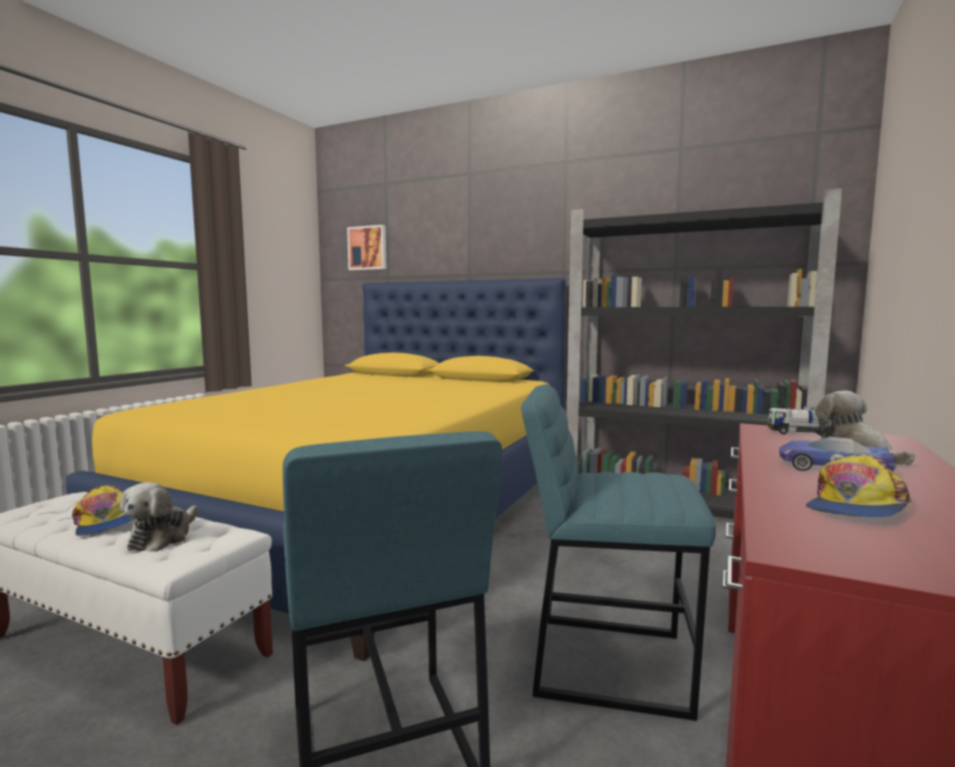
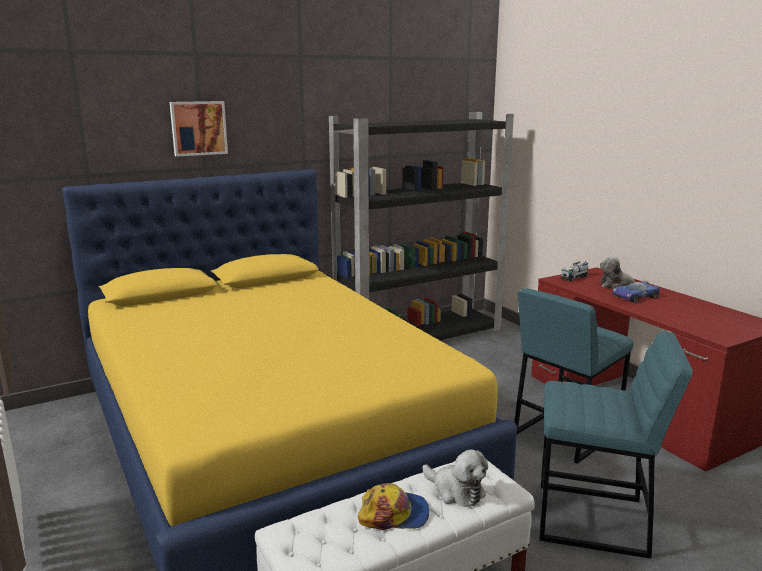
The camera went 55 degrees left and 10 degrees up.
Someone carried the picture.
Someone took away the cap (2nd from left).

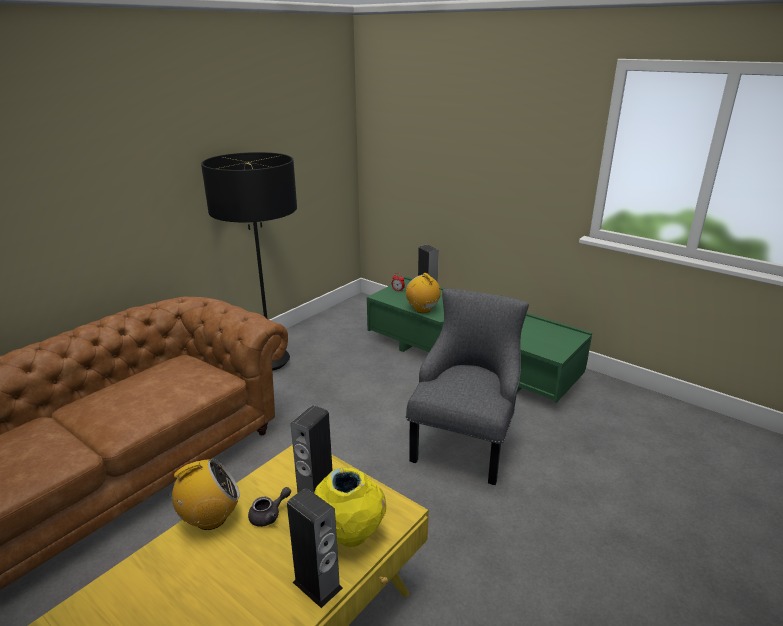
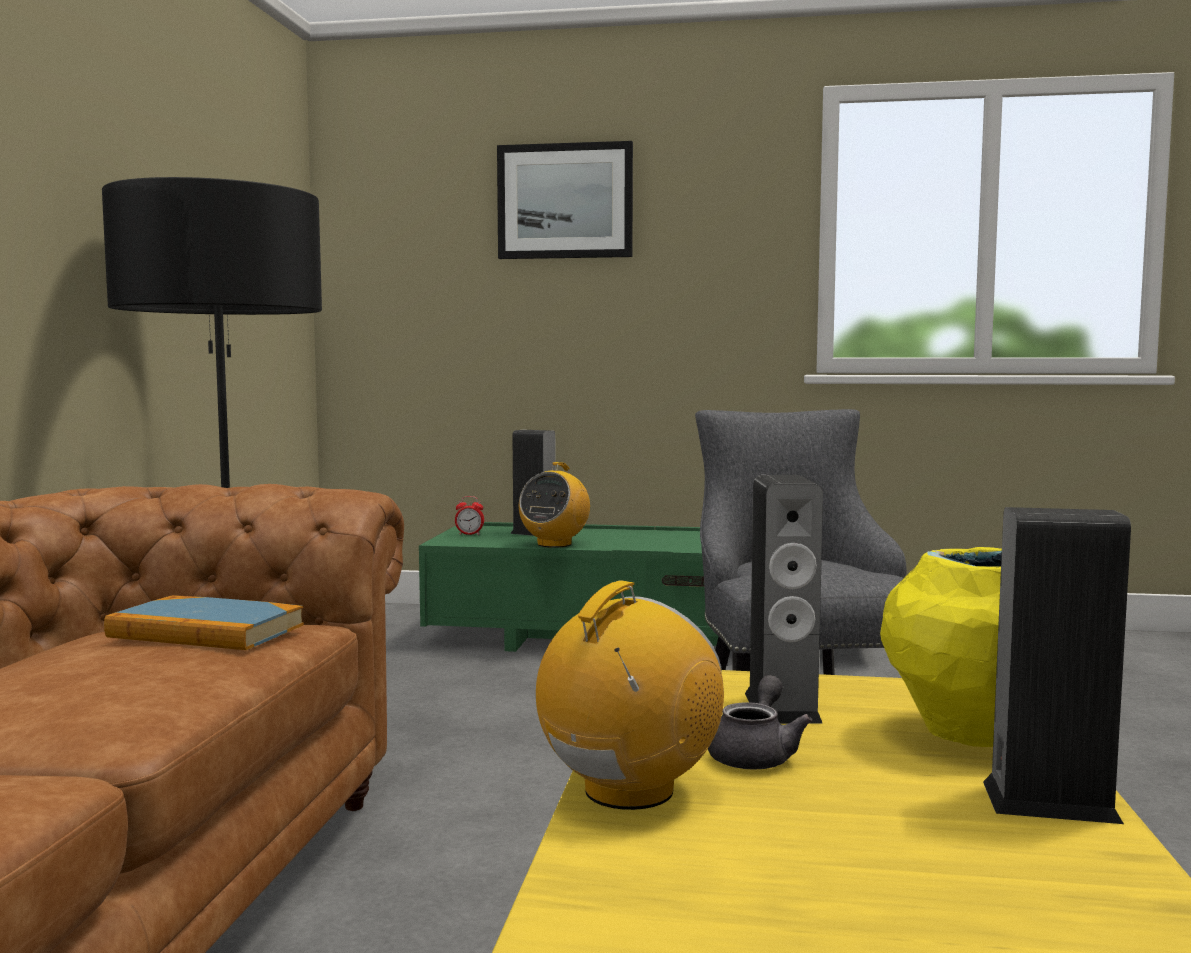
The camera went 30 degrees left and 20 degrees down.
Someone rotated the radio (2nd from left in the first image) by 90 degrees counterclockwise.
Someone put down the book.
Someone put up the picture.

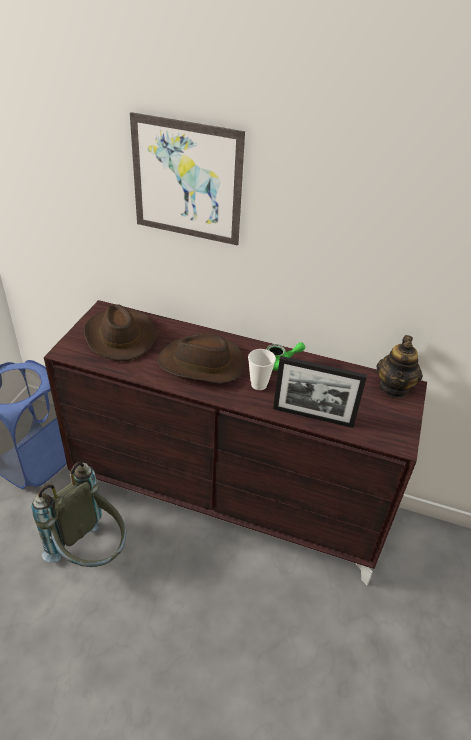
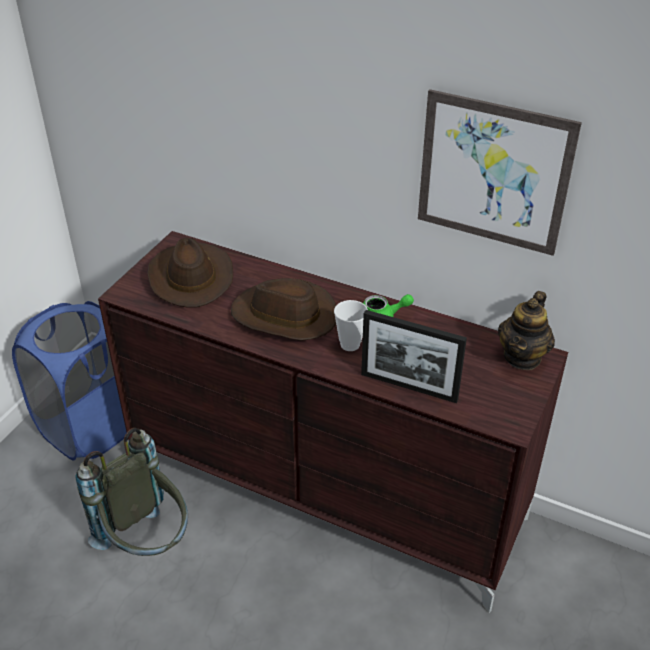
The camera went 10 degrees right and 0 degrees up.
Someone carried the picture.

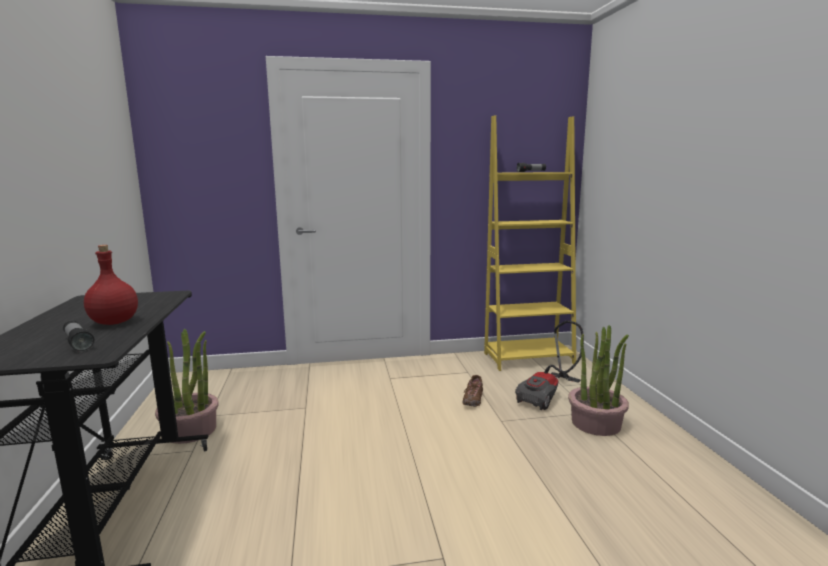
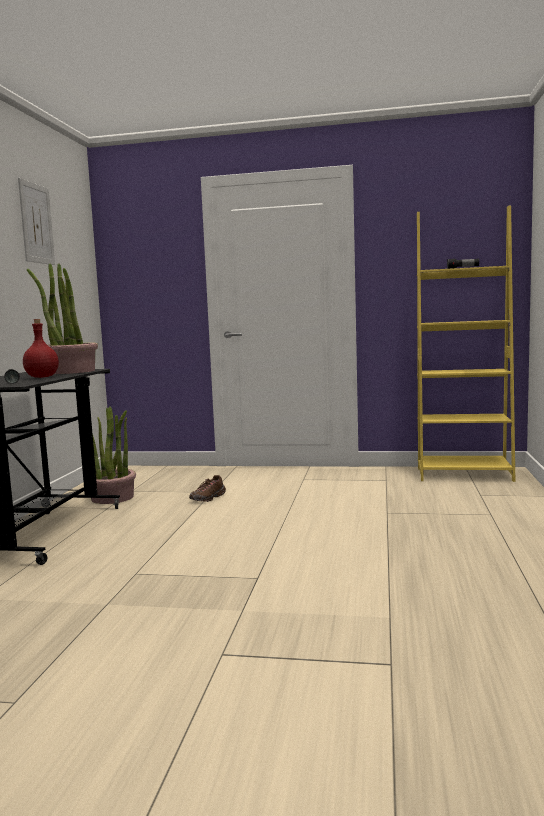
The camera went 20 degrees right and 5 degrees down.
Someone carried the shoe in brown.
Someone took away the vacuum cleaner.
Someone carried the potted plant (2nd from left in the first image).
Someone put up the picture.

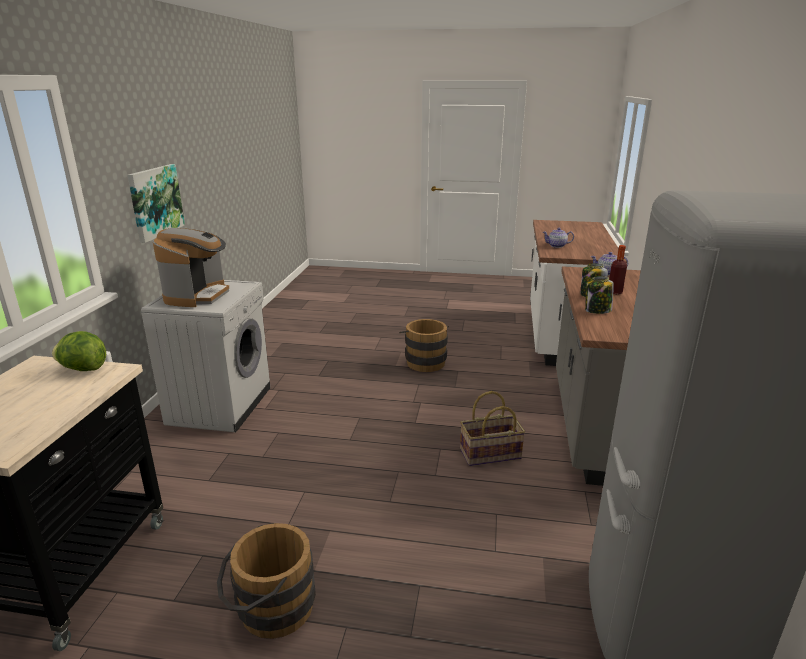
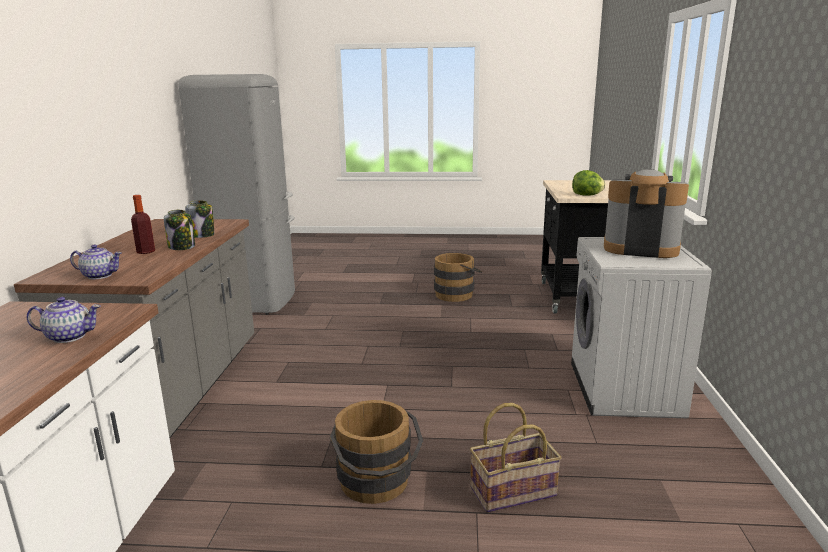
The camera went 175 degrees right and 5 degrees down.
Someone took away the picture.
Someone rotated the coffee machine by 105 degrees clockwise.
Someone carried the basket.

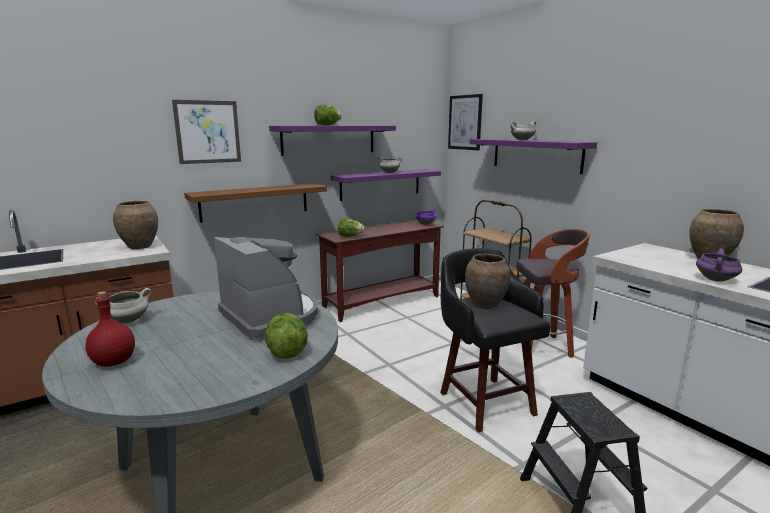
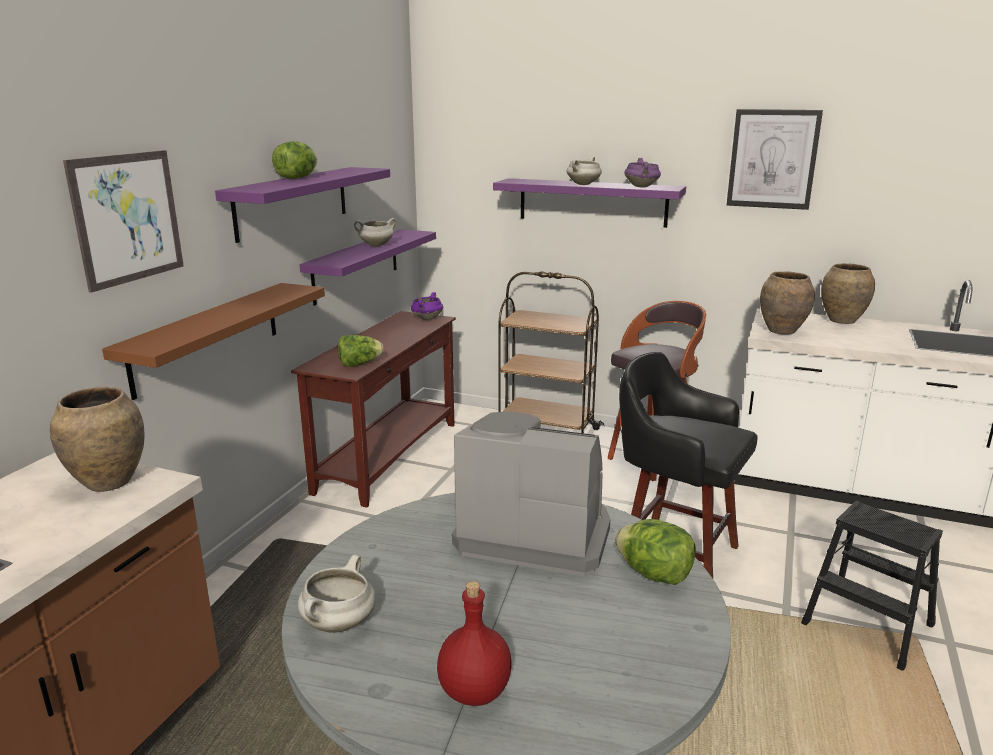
The camera went 35 degrees left and 5 degrees up.
Someone carried the picture (2nd from left).
Someone carried the vase in brown (2nd from left).
Someone carried the cooking pot in purple (2nd from left).

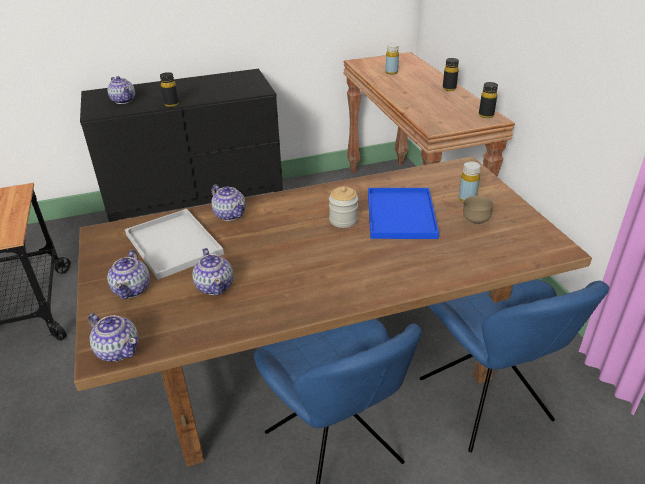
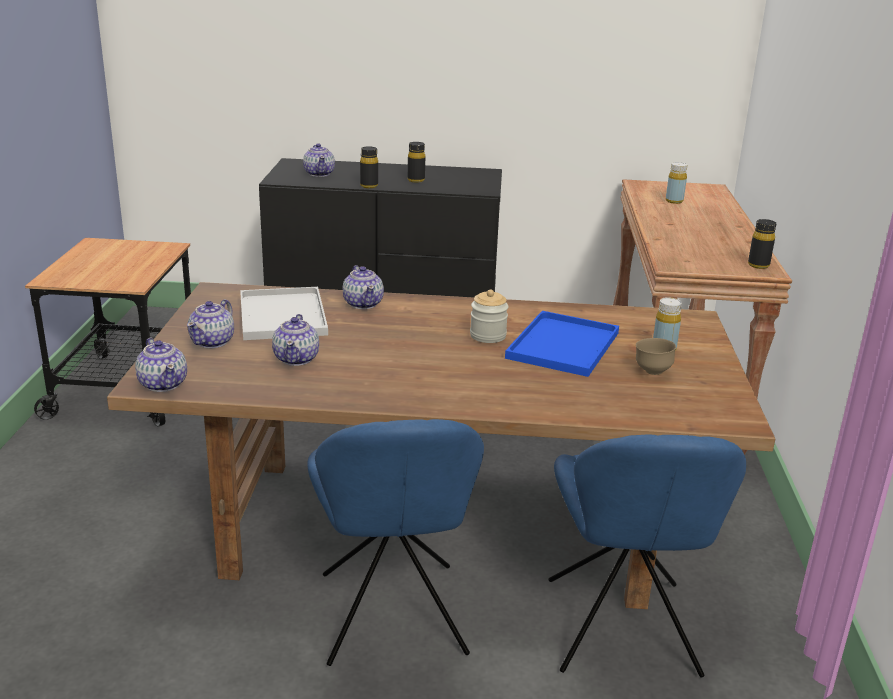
The camera went 20 degrees right and 10 degrees down.
Someone carried the bottle in black (2nd from left).

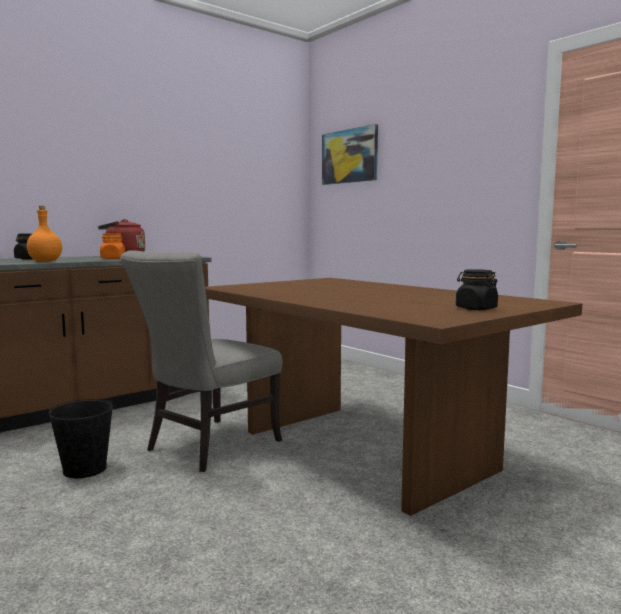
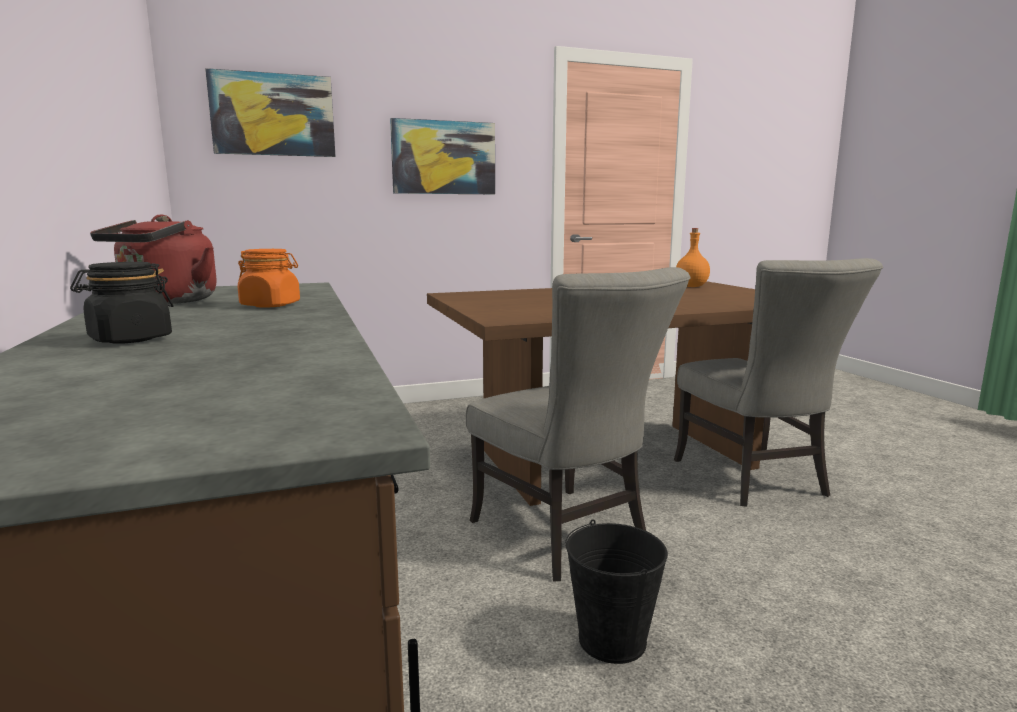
The camera went 70 degrees left and 5 degrees up.
Someone carried the bottle in orange.
Someone took away the jar in black (2nd from left).
Someone put up the picture (2nd from left).
Someone put down the chair in grey (2nd from left).

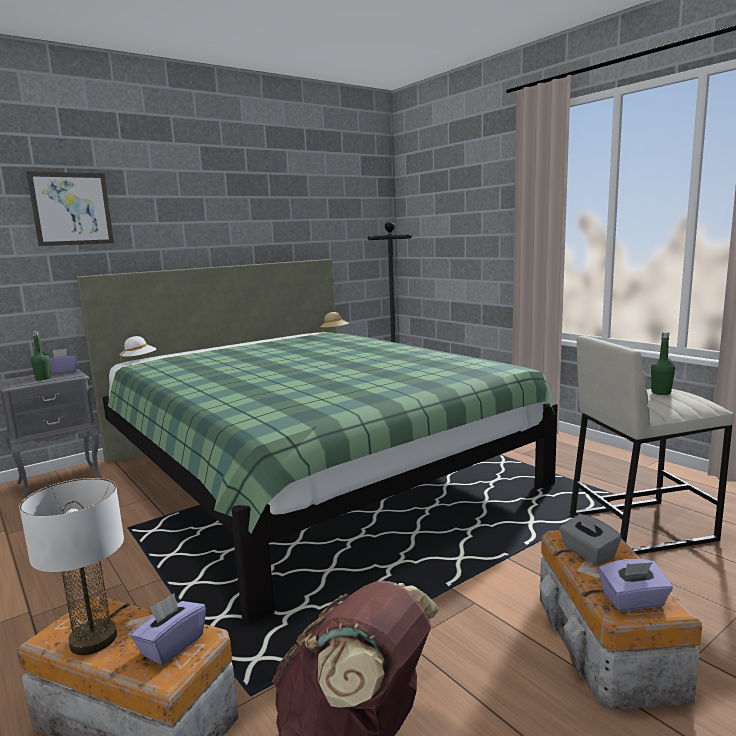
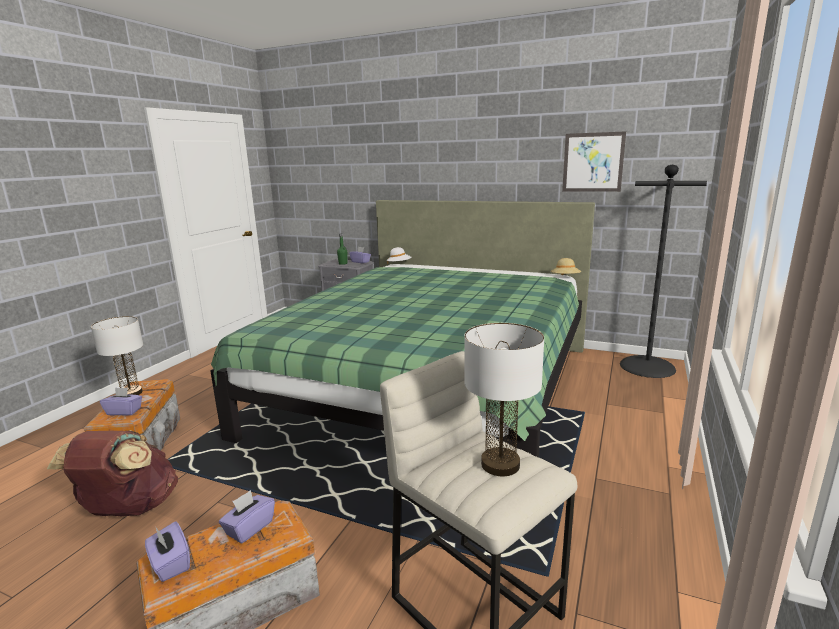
The camera went 60 degrees right and 5 degrees up.
Someone carried the picture.
Someone repainted the tissue box in grey, which became the tissue box in purple (3rd from left).
Someone swapped the bottle in green (2nd from left) for the table lamp (2nd from left).

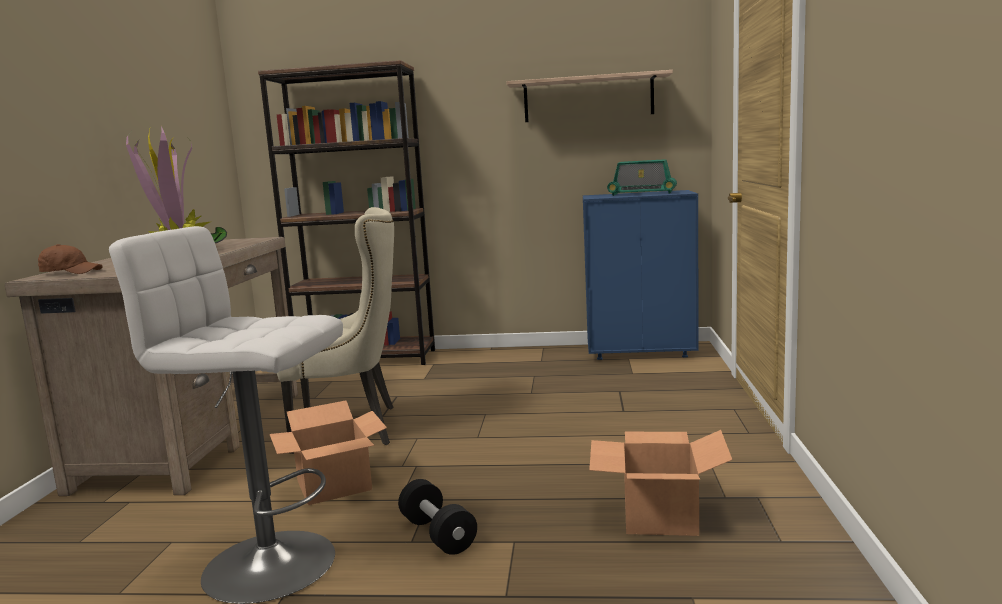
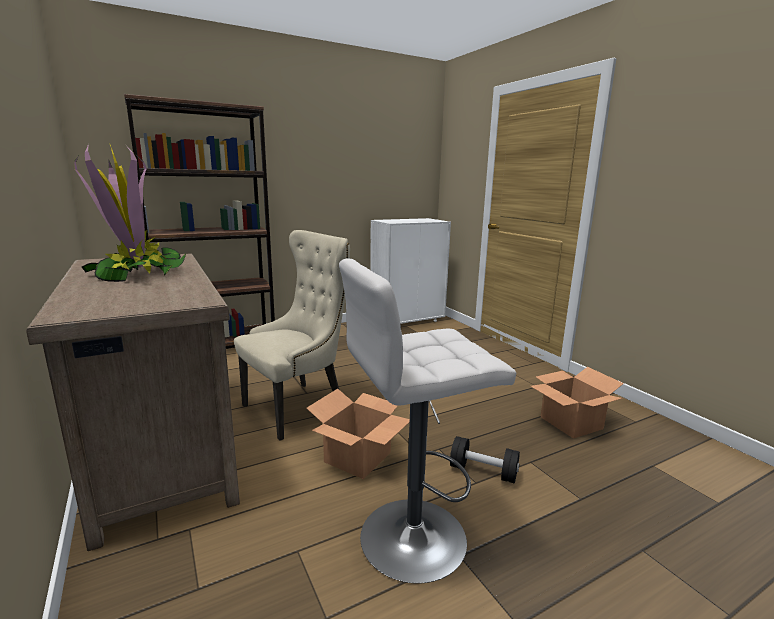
The camera went 35 degrees left and 5 degrees up.
Someone took away the cap in brown.
Someone took away the shelf.
Someone repainted the cabinet in blue, which became the cabinet in white.
Someone took away the radio.

